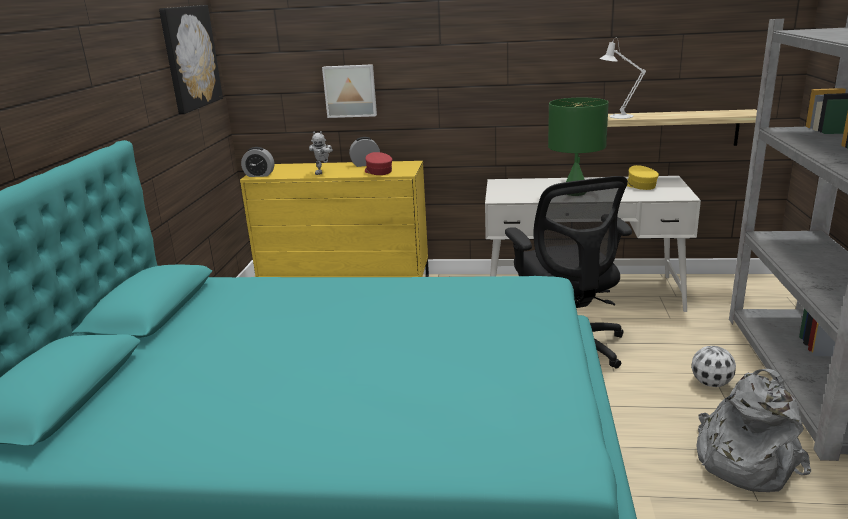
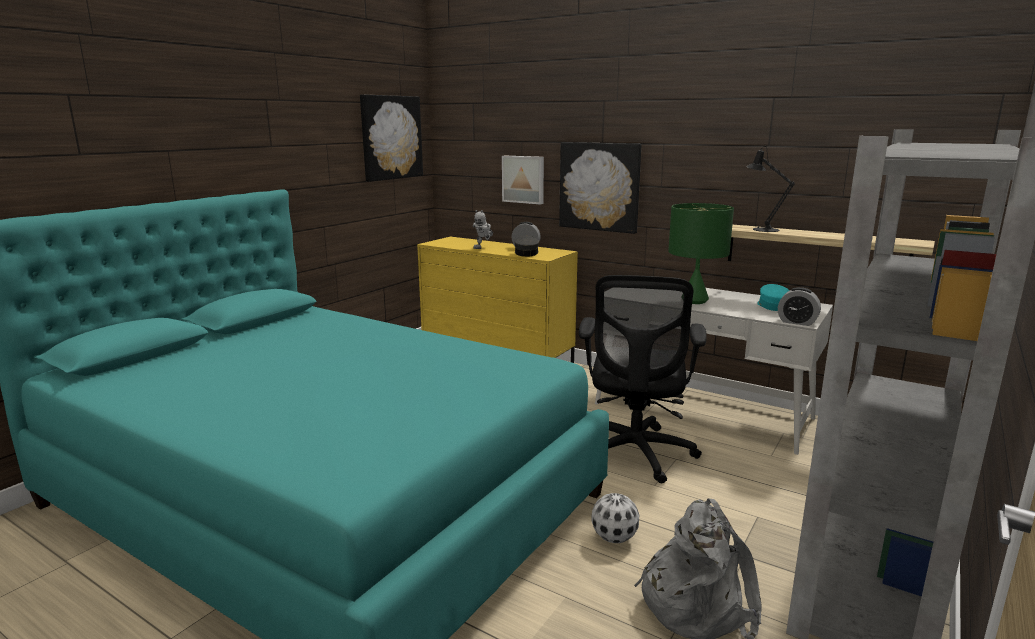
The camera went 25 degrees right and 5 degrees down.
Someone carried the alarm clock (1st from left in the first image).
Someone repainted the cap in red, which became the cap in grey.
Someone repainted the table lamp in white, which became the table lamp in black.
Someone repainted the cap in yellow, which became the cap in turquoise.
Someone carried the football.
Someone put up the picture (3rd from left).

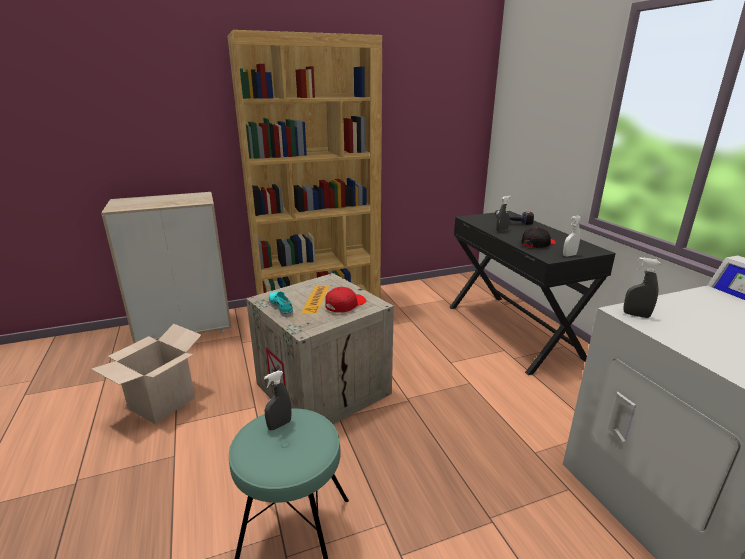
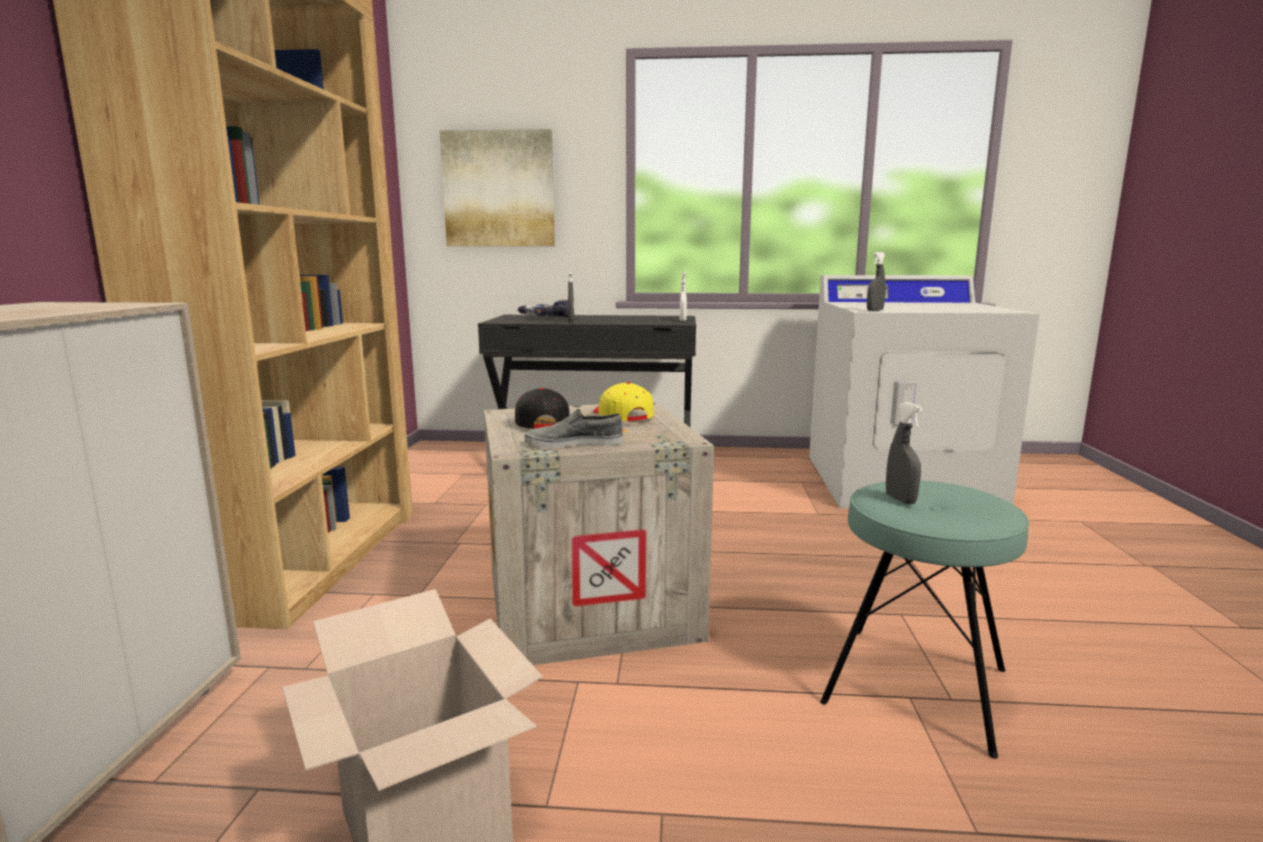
The camera went 65 degrees left and 10 degrees down.
Someone repainted the shoe in turquoise, which became the shoe in grey.
Someone repainted the cap in red, which became the cap in yellow.
Someone carried the cap in black.
Someone put up the picture.

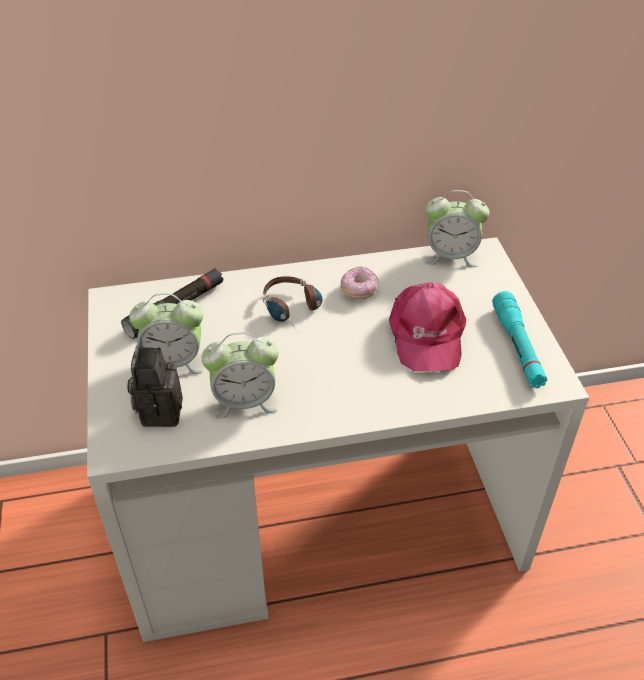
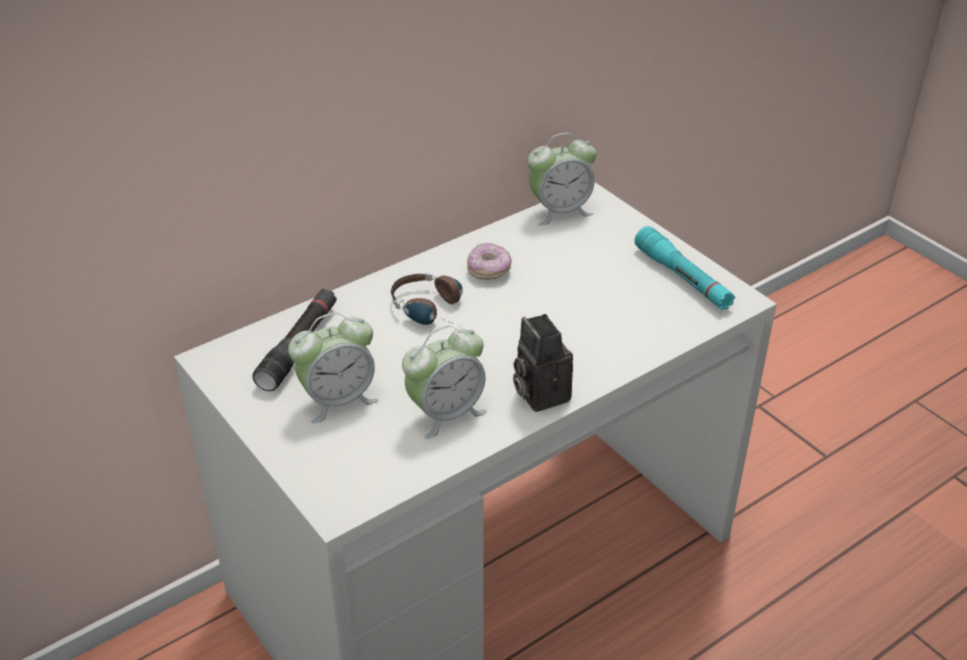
The camera went 25 degrees left and 5 degrees down.
Someone carried the photo camera.
Someone took away the cap in pink.

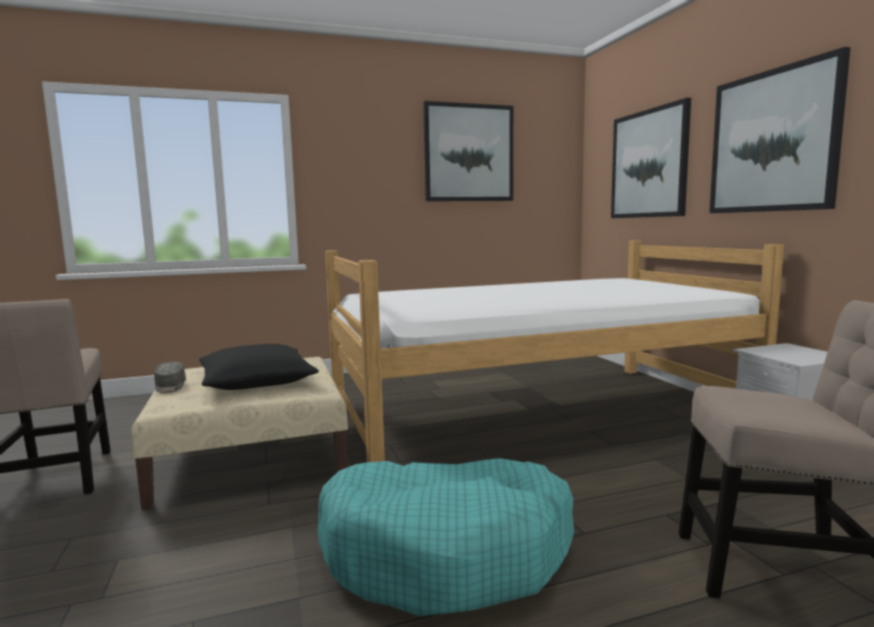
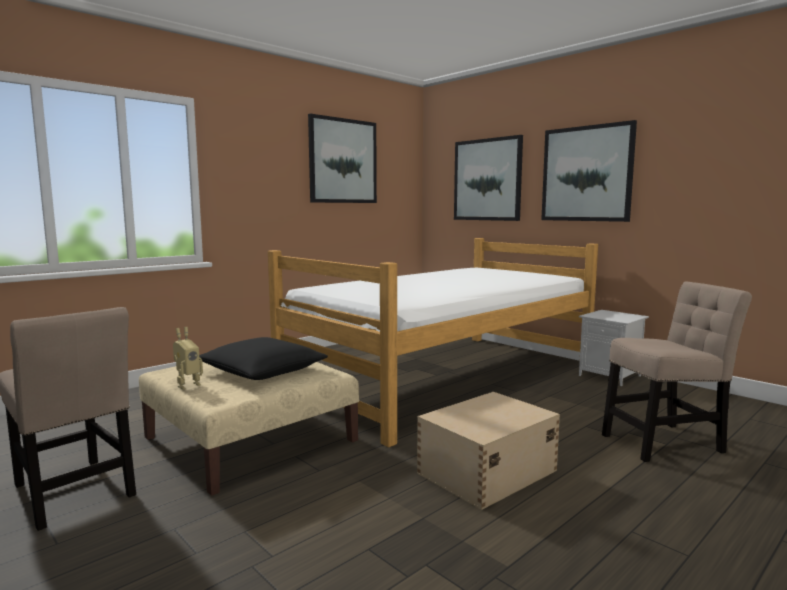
The camera went 25 degrees left and 0 degrees up.
Someone swapped the cap in grey for the toy robot.
Someone swapped the dog bed in turquoise for the storage box in beige.

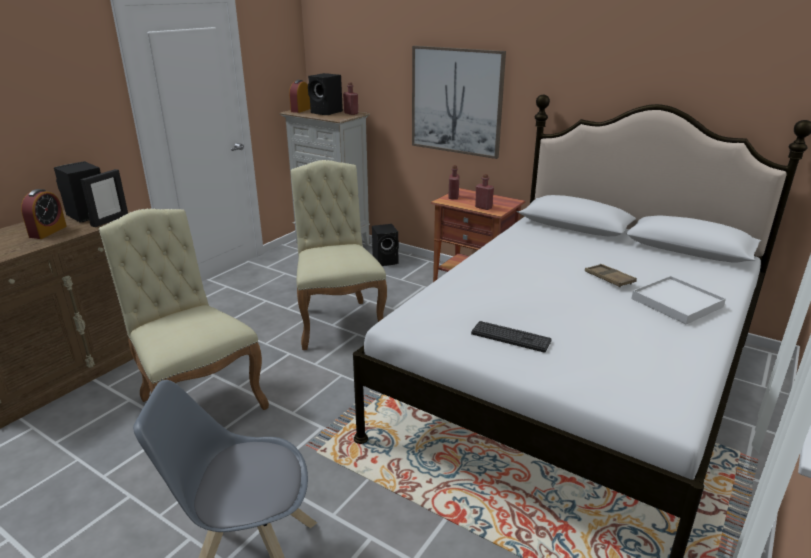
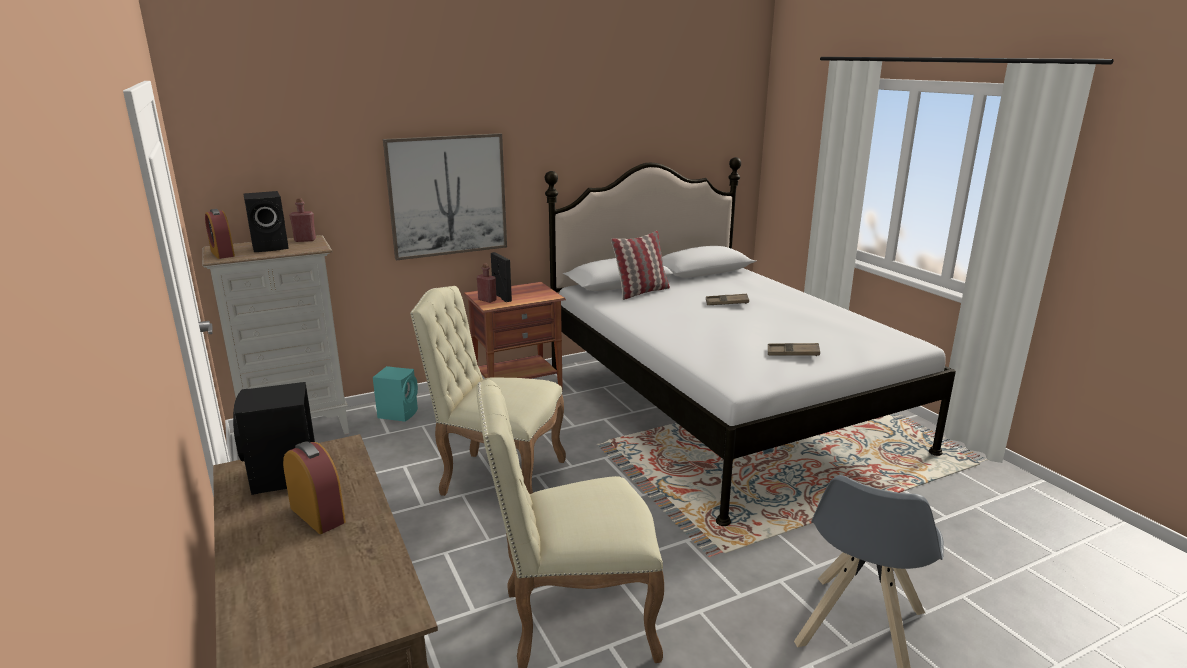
The camera went 60 degrees left and 5 degrees down.
Someone carried the picture frame.
Someone repainted the speaker in black (3rd from left), which became the speaker in turquoise.
Someone swapped the keyboard for the tray in brown (2nd from left).
Someone took away the bottle in red (3rd from left).
Someone took away the tray in white.
Someone put down the pillow.

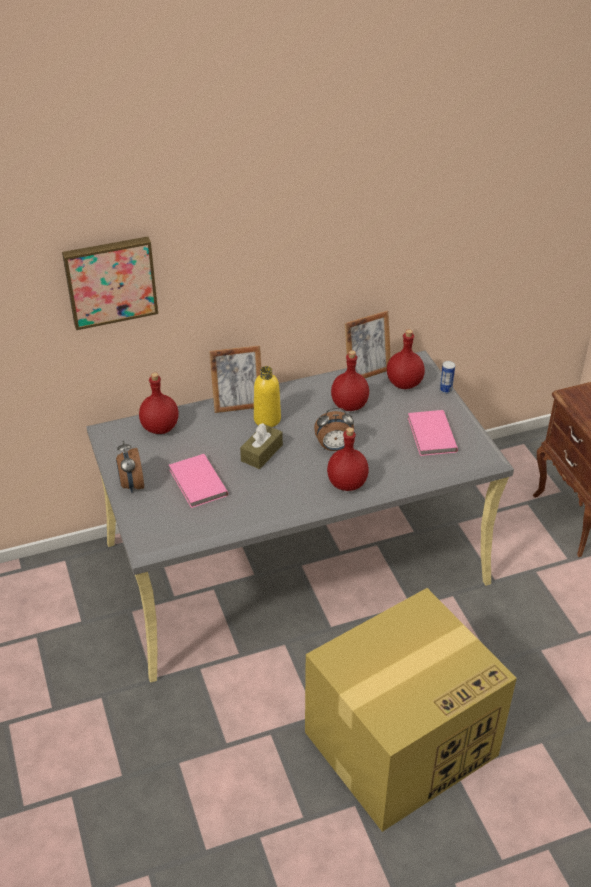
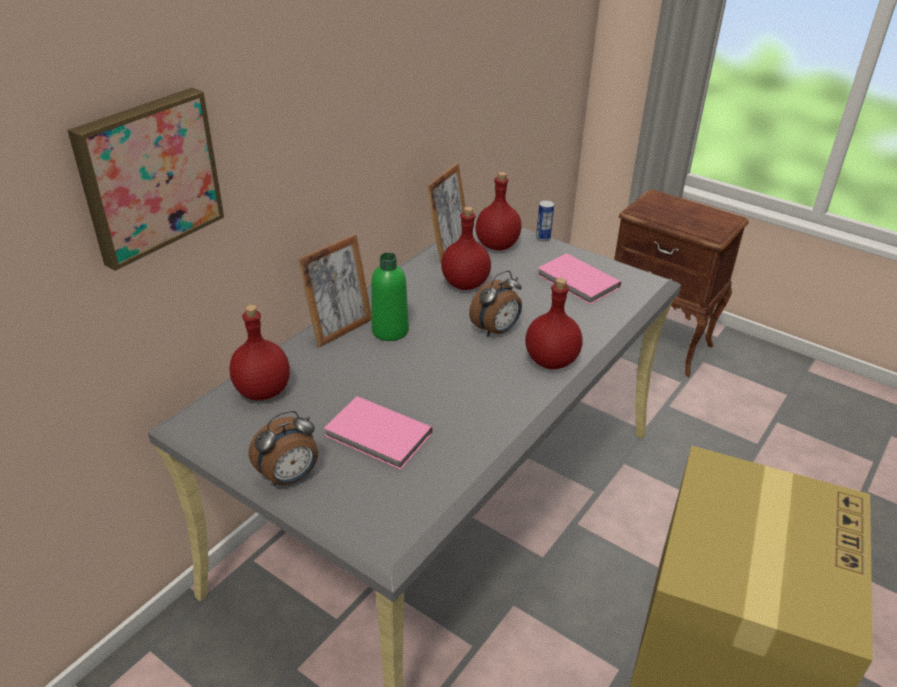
The camera went 35 degrees left and 5 degrees down.
Someone rotated the alarm clock (1st from left) by 75 degrees counterclockwise.
Someone took away the tissue box in brown.
Someone repainted the bottle in yellow, which became the bottle in green.

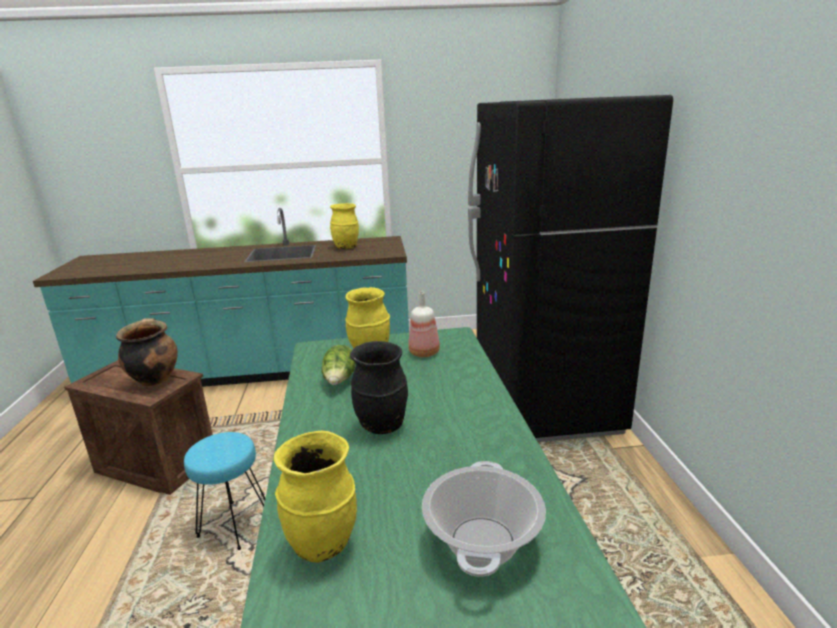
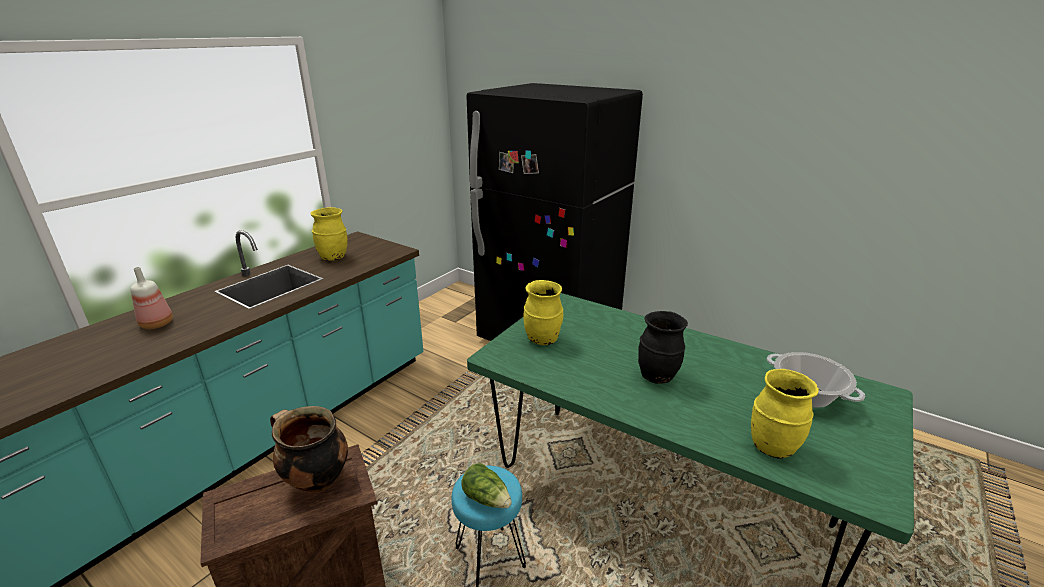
The camera went 50 degrees left and 5 degrees up.
Someone carried the lettuce.
Someone carried the bottle.

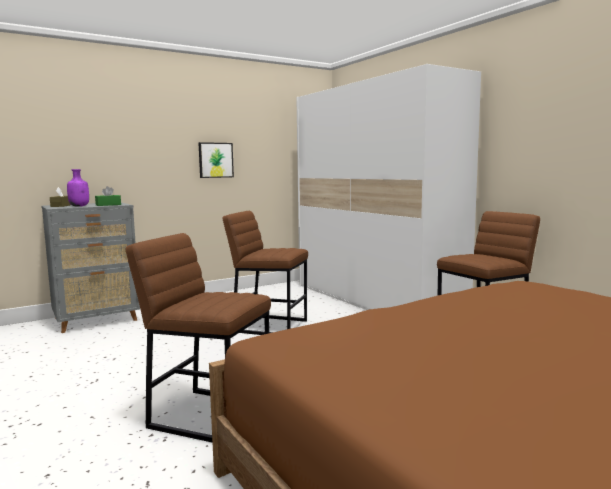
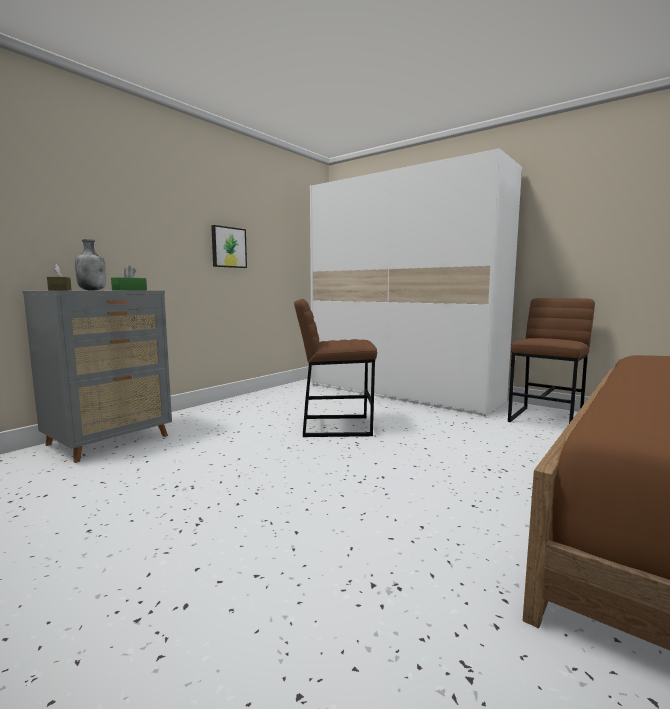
The camera went 20 degrees left and 0 degrees up.
Someone repainted the bottle in purple, which became the bottle in grey.
Someone took away the chair in brown (1st from left).

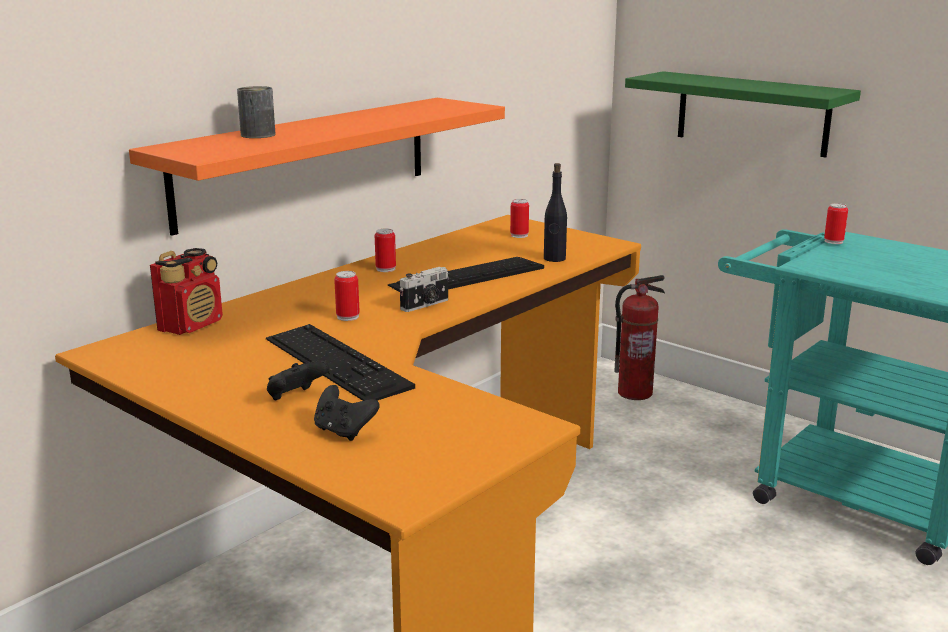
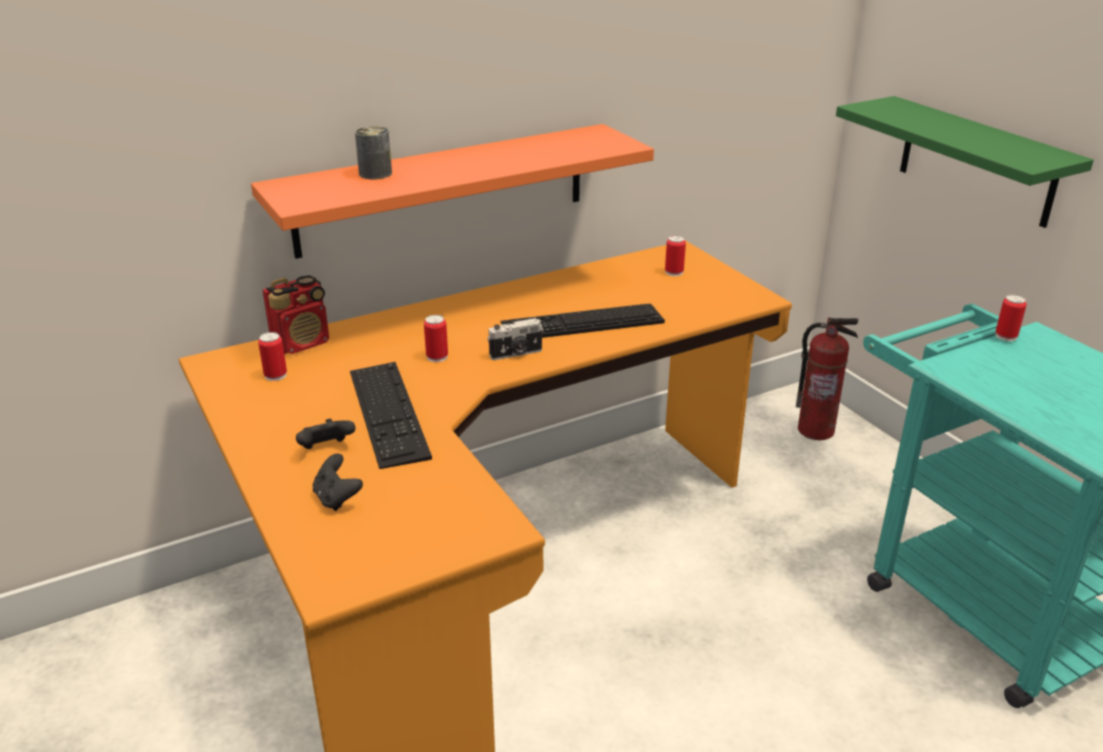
The camera went 20 degrees right and 10 degrees up.
Someone carried the can (3rd from left in the first image).
Someone took away the bottle in black.

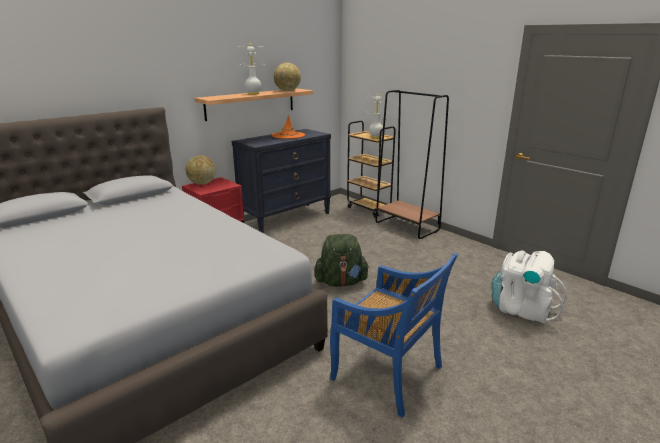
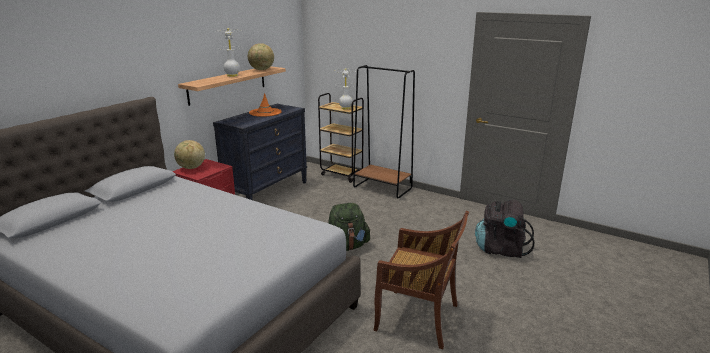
The camera went 15 degrees left and 0 degrees up.
Someone repainted the chair in blue, which became the chair in brown.
Someone repainted the backpack in white, which became the backpack in black.

